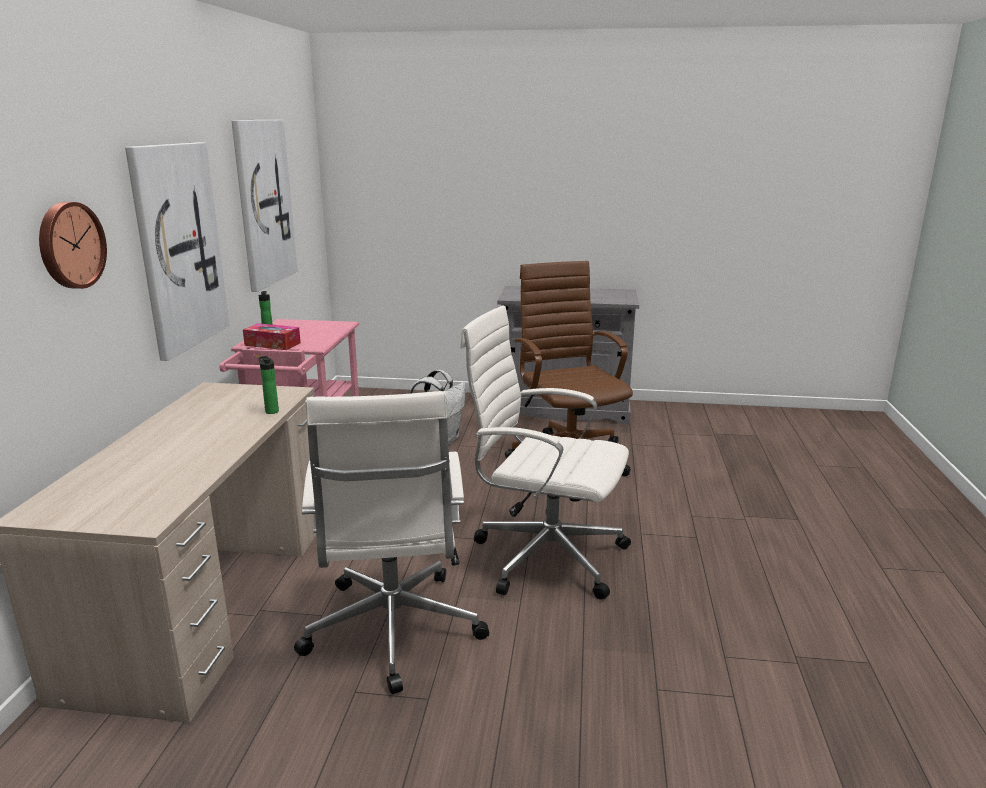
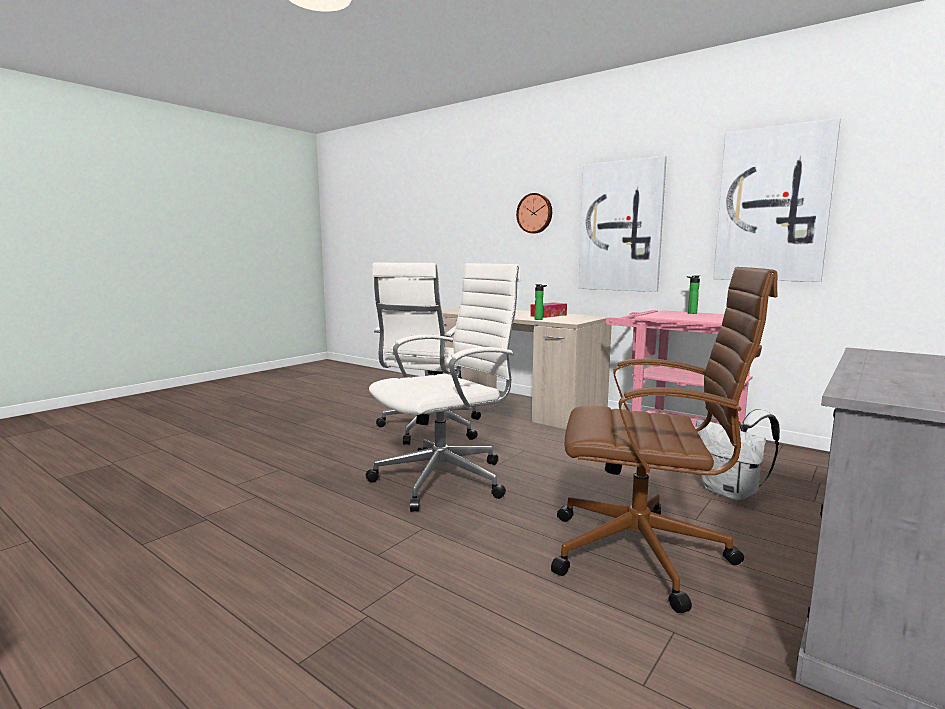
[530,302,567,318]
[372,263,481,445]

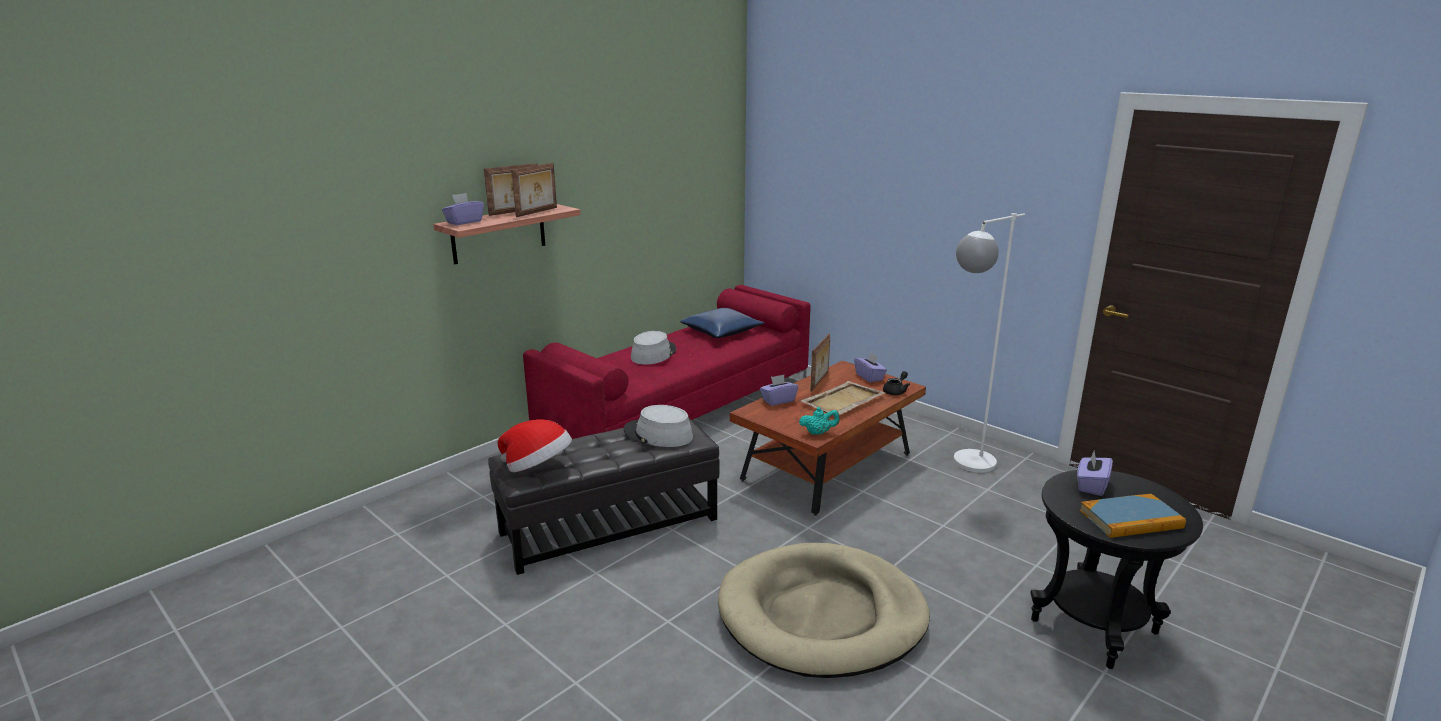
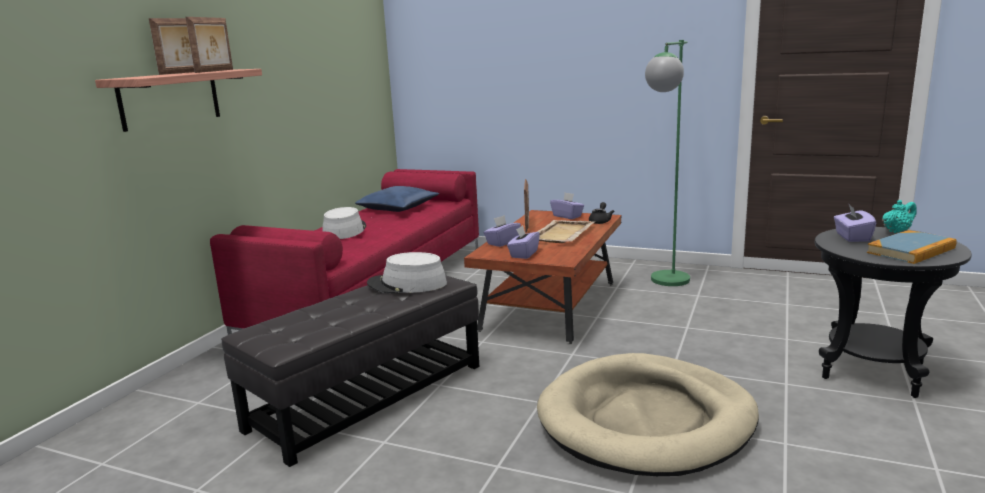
[507,225,540,259]
[498,419,572,472] (first image)
[882,200,917,233]
[645,40,690,286]

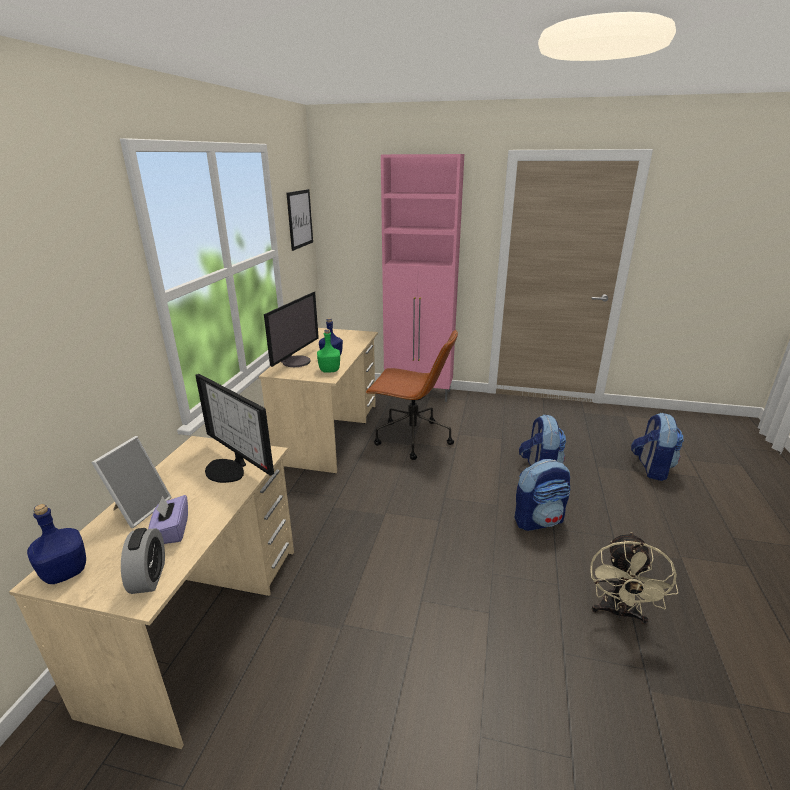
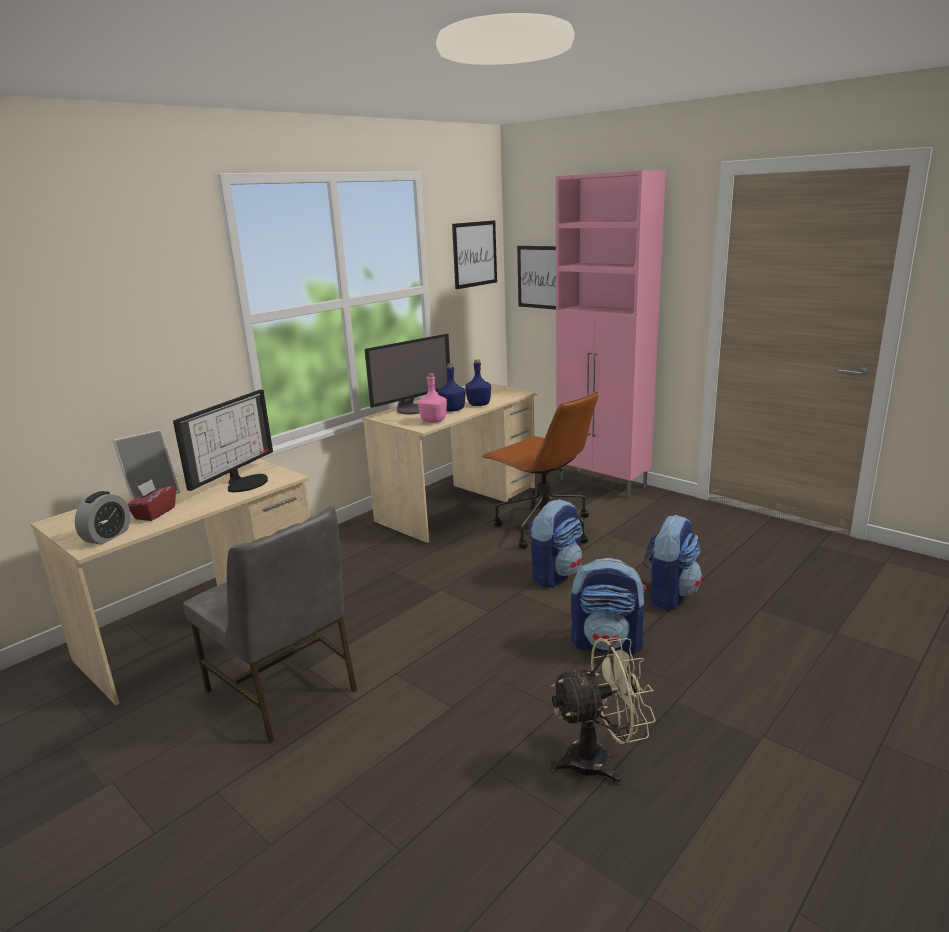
[465,359,491,406]
[128,479,176,521]
[173,389,273,492]
[418,373,447,423]
[549,637,656,785]
[528,499,583,587]
[183,506,357,743]
[517,246,556,310]

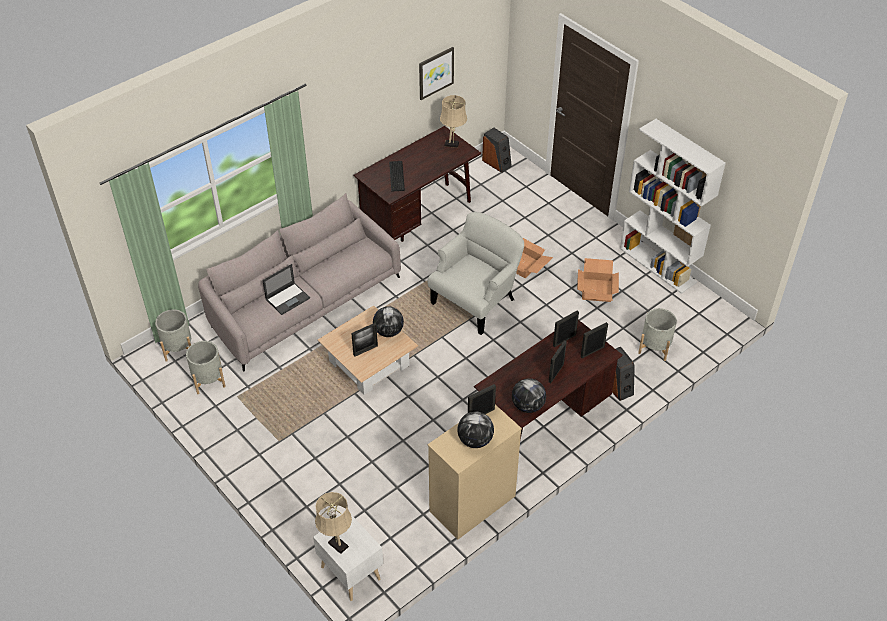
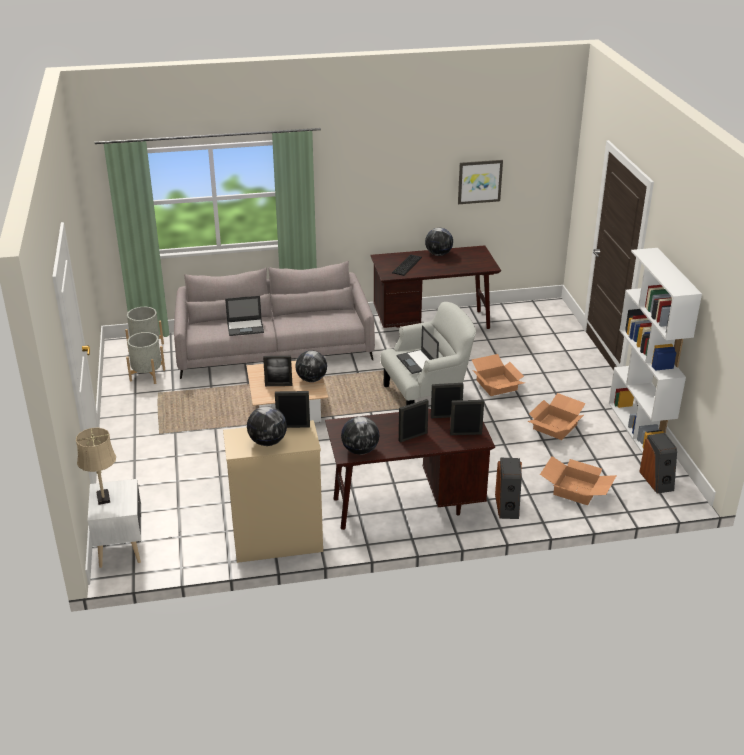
[440,95,467,148] (first image)
[639,433,677,494]
[540,456,617,505]
[396,325,439,374]
[425,228,453,256]

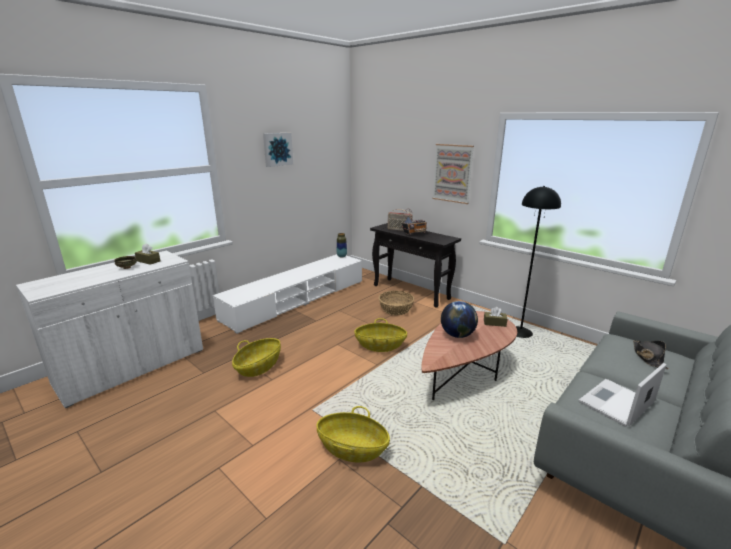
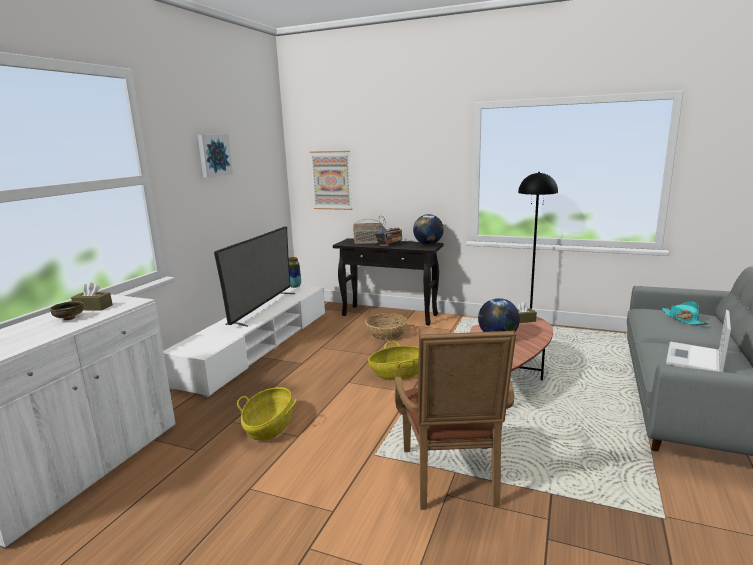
[395,331,516,510]
[310,151,352,210]
[662,302,710,325]
[214,227,295,327]
[413,214,444,245]

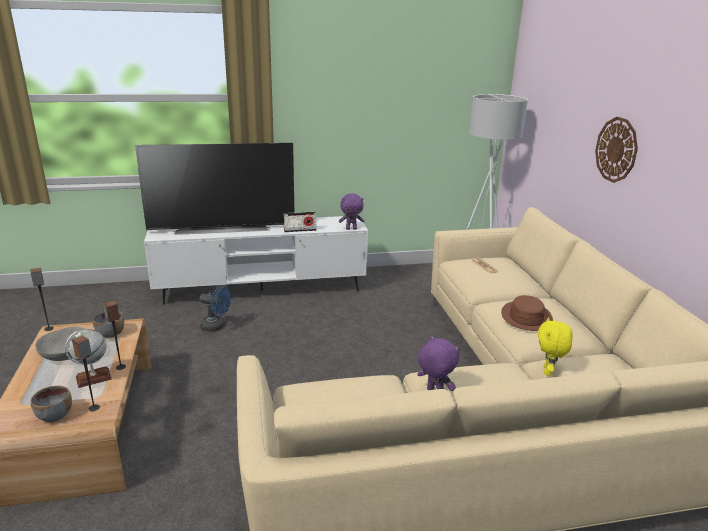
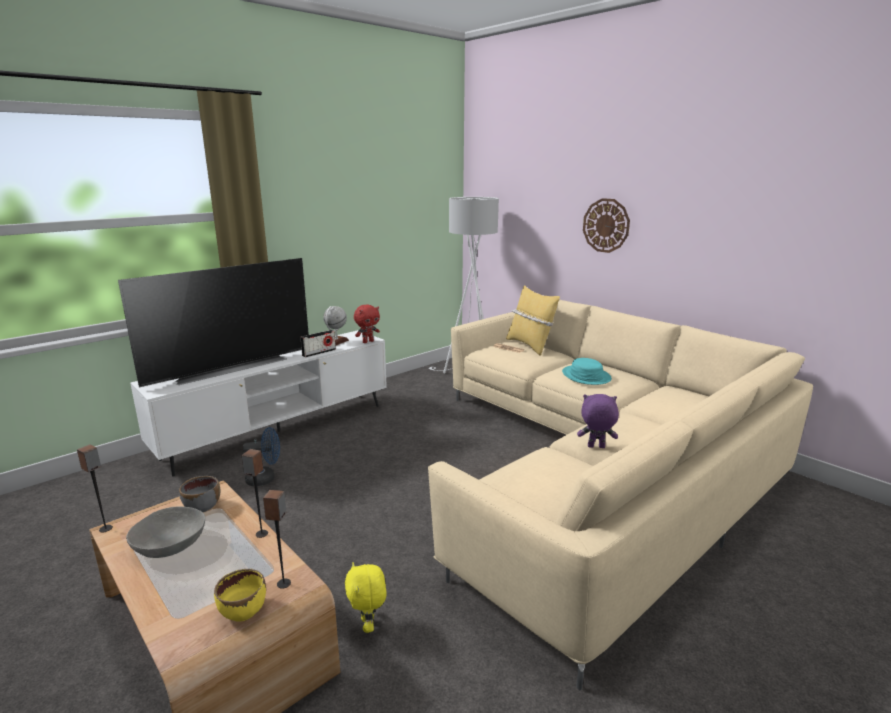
[214,569,266,622]
[323,306,349,346]
[354,305,380,343]
[562,358,612,385]
[345,562,386,633]
[506,286,560,356]

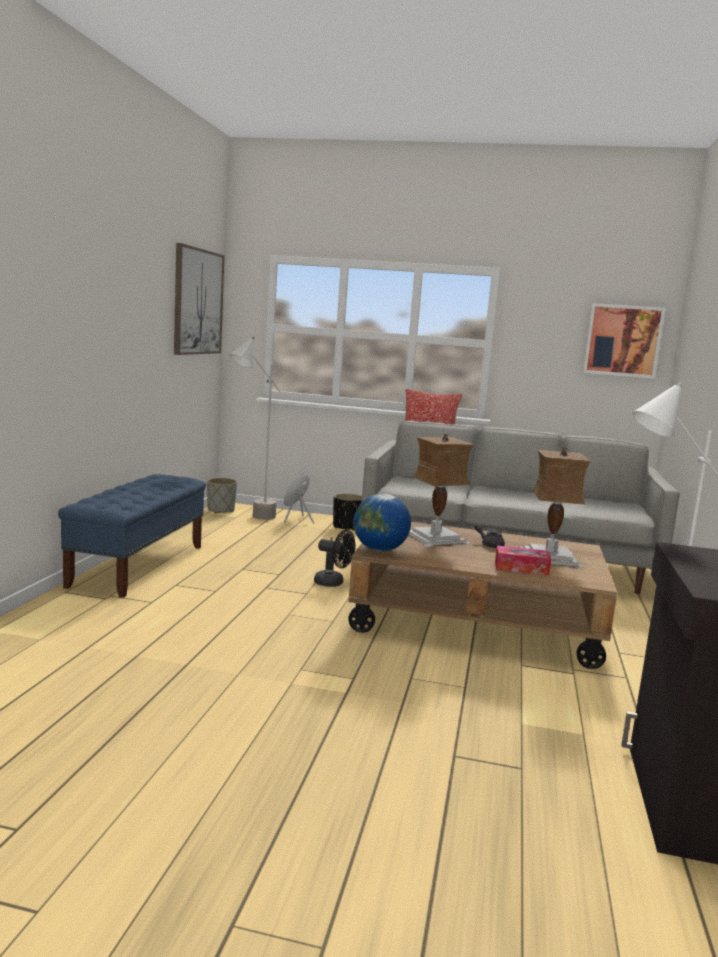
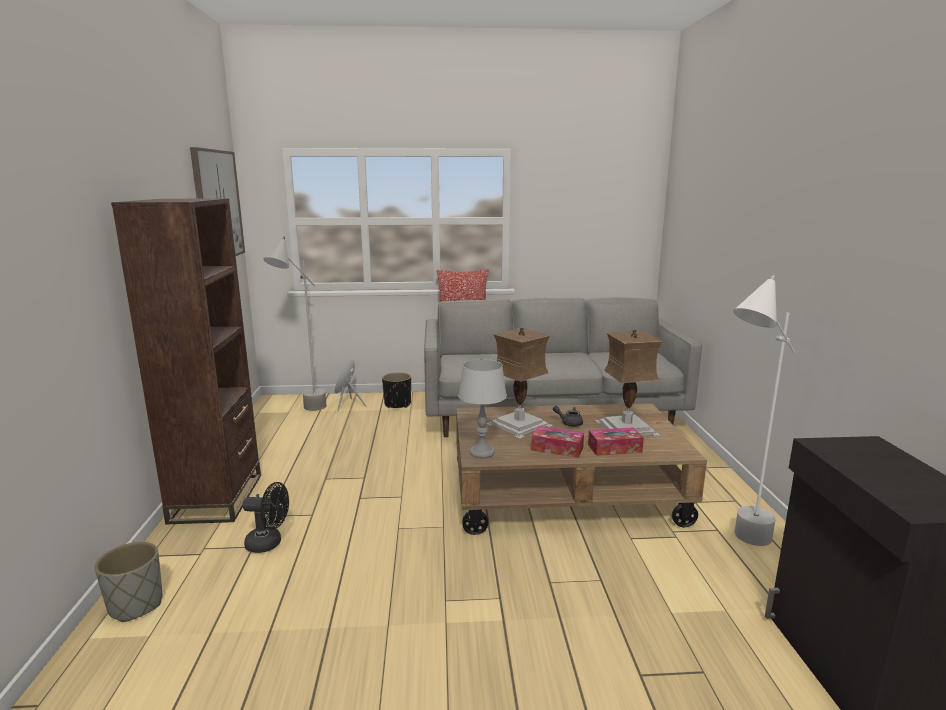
[111,199,261,524]
[95,542,162,622]
[242,482,289,553]
[458,359,507,458]
[583,303,666,379] (first image)
[531,426,584,458]

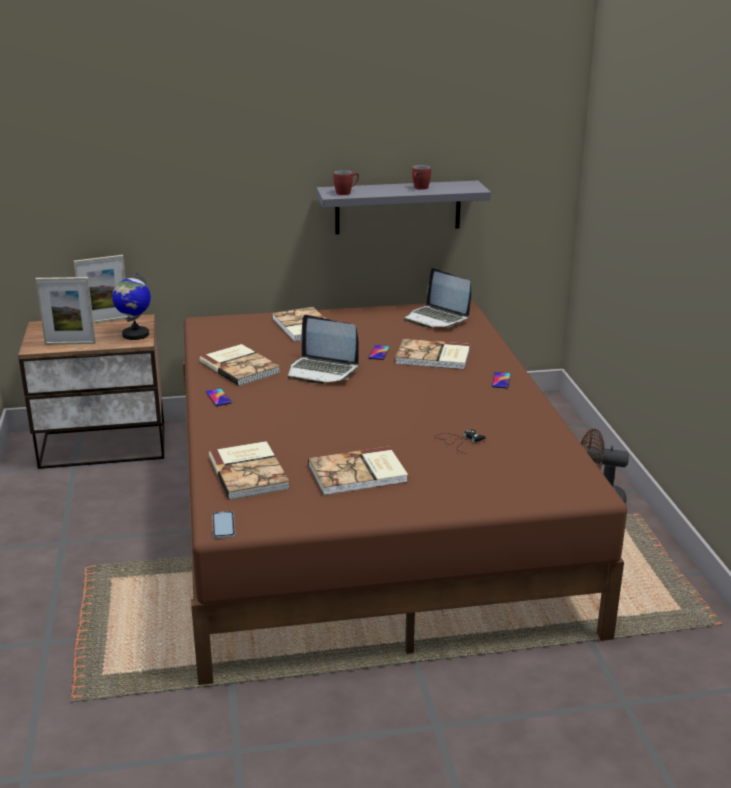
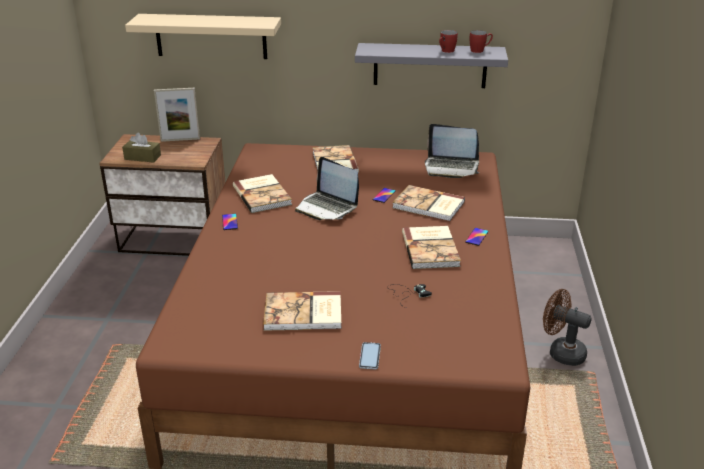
[122,133,161,163]
[112,272,151,340] (first image)
[402,226,461,269]
[359,342,381,369]
[470,30,493,53]
[425,124,479,178]
[125,14,281,59]

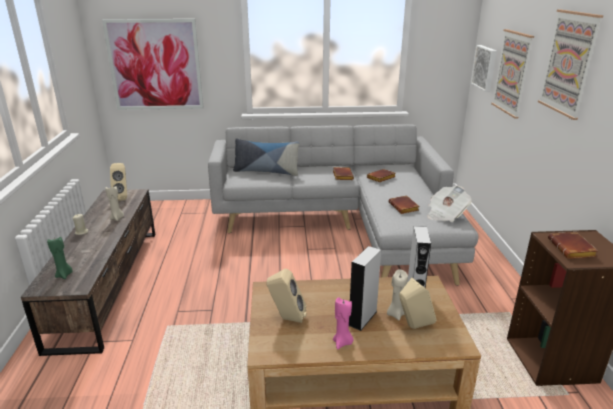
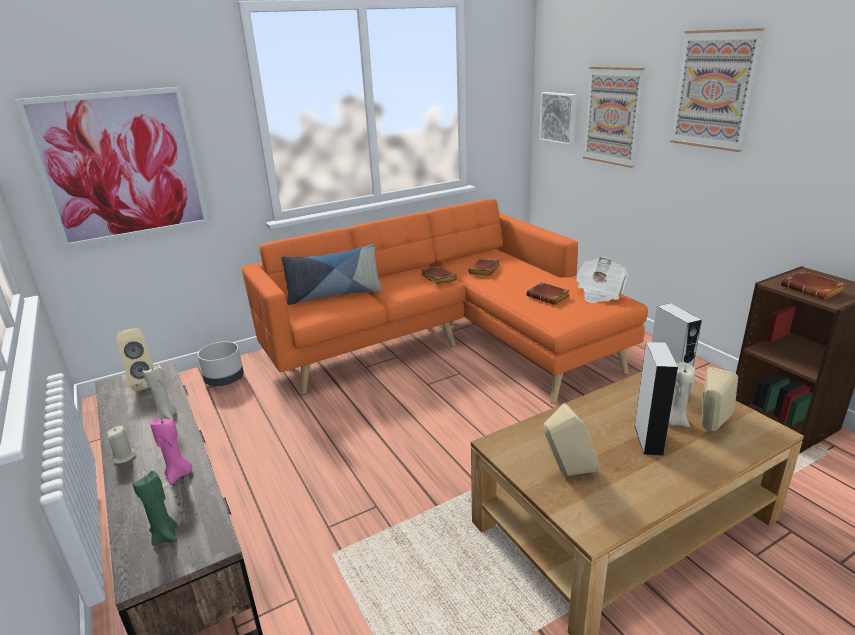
[242,199,648,404]
[151,418,192,484]
[198,341,244,386]

